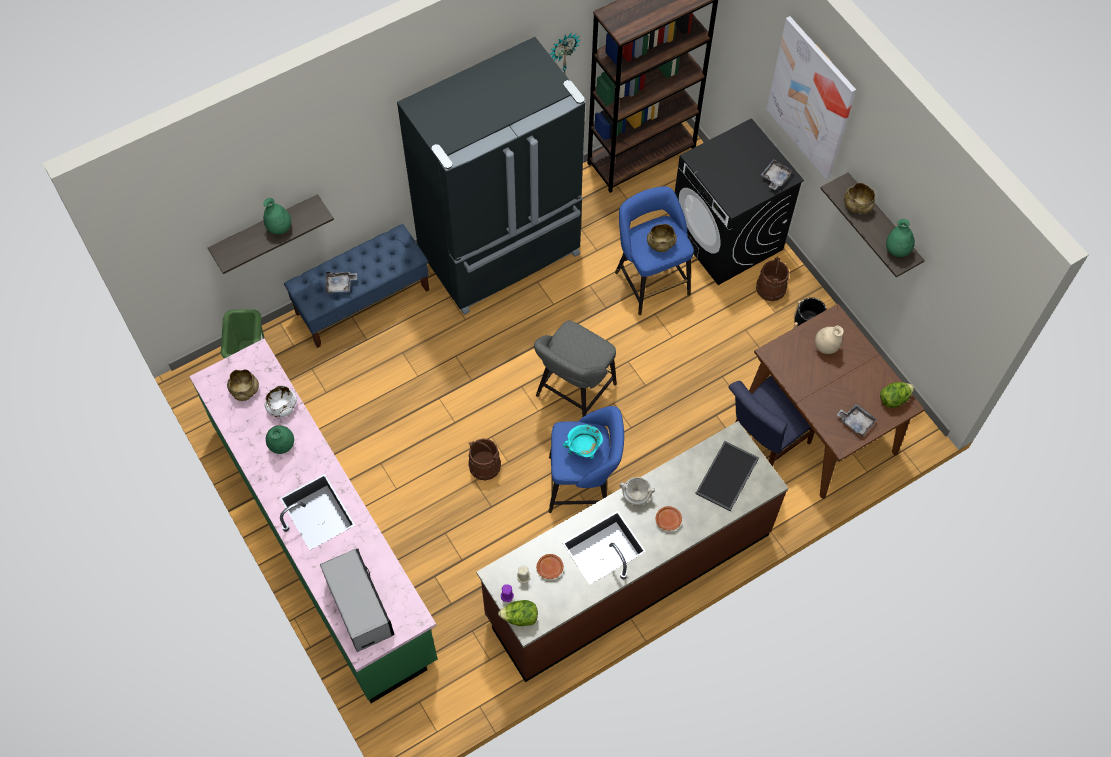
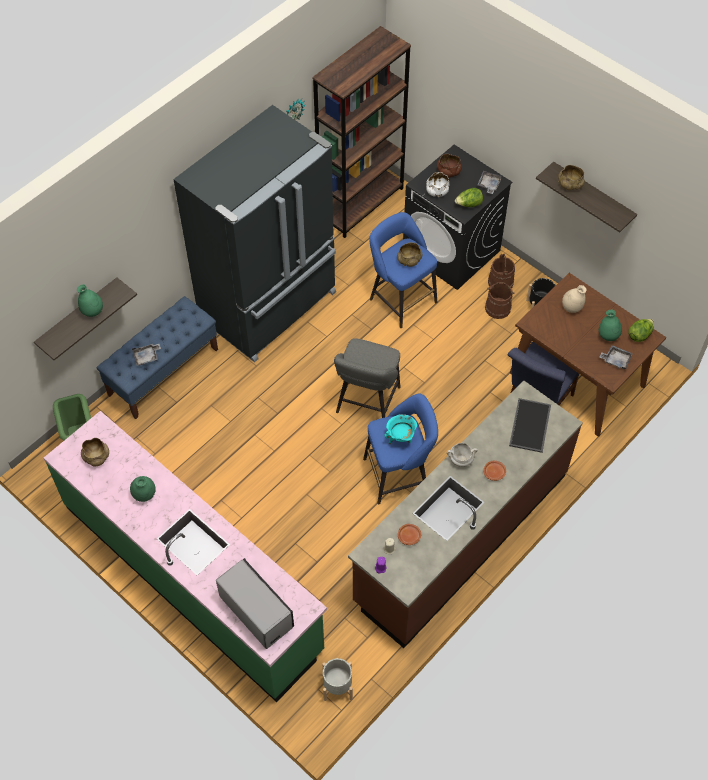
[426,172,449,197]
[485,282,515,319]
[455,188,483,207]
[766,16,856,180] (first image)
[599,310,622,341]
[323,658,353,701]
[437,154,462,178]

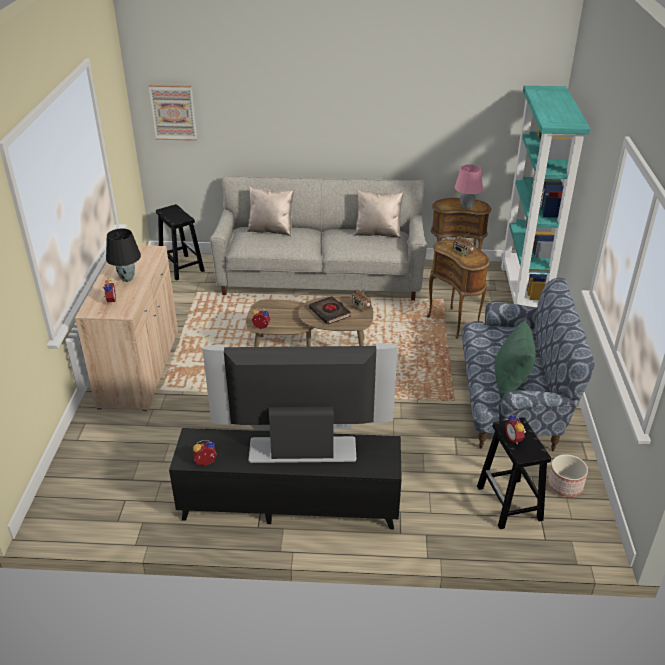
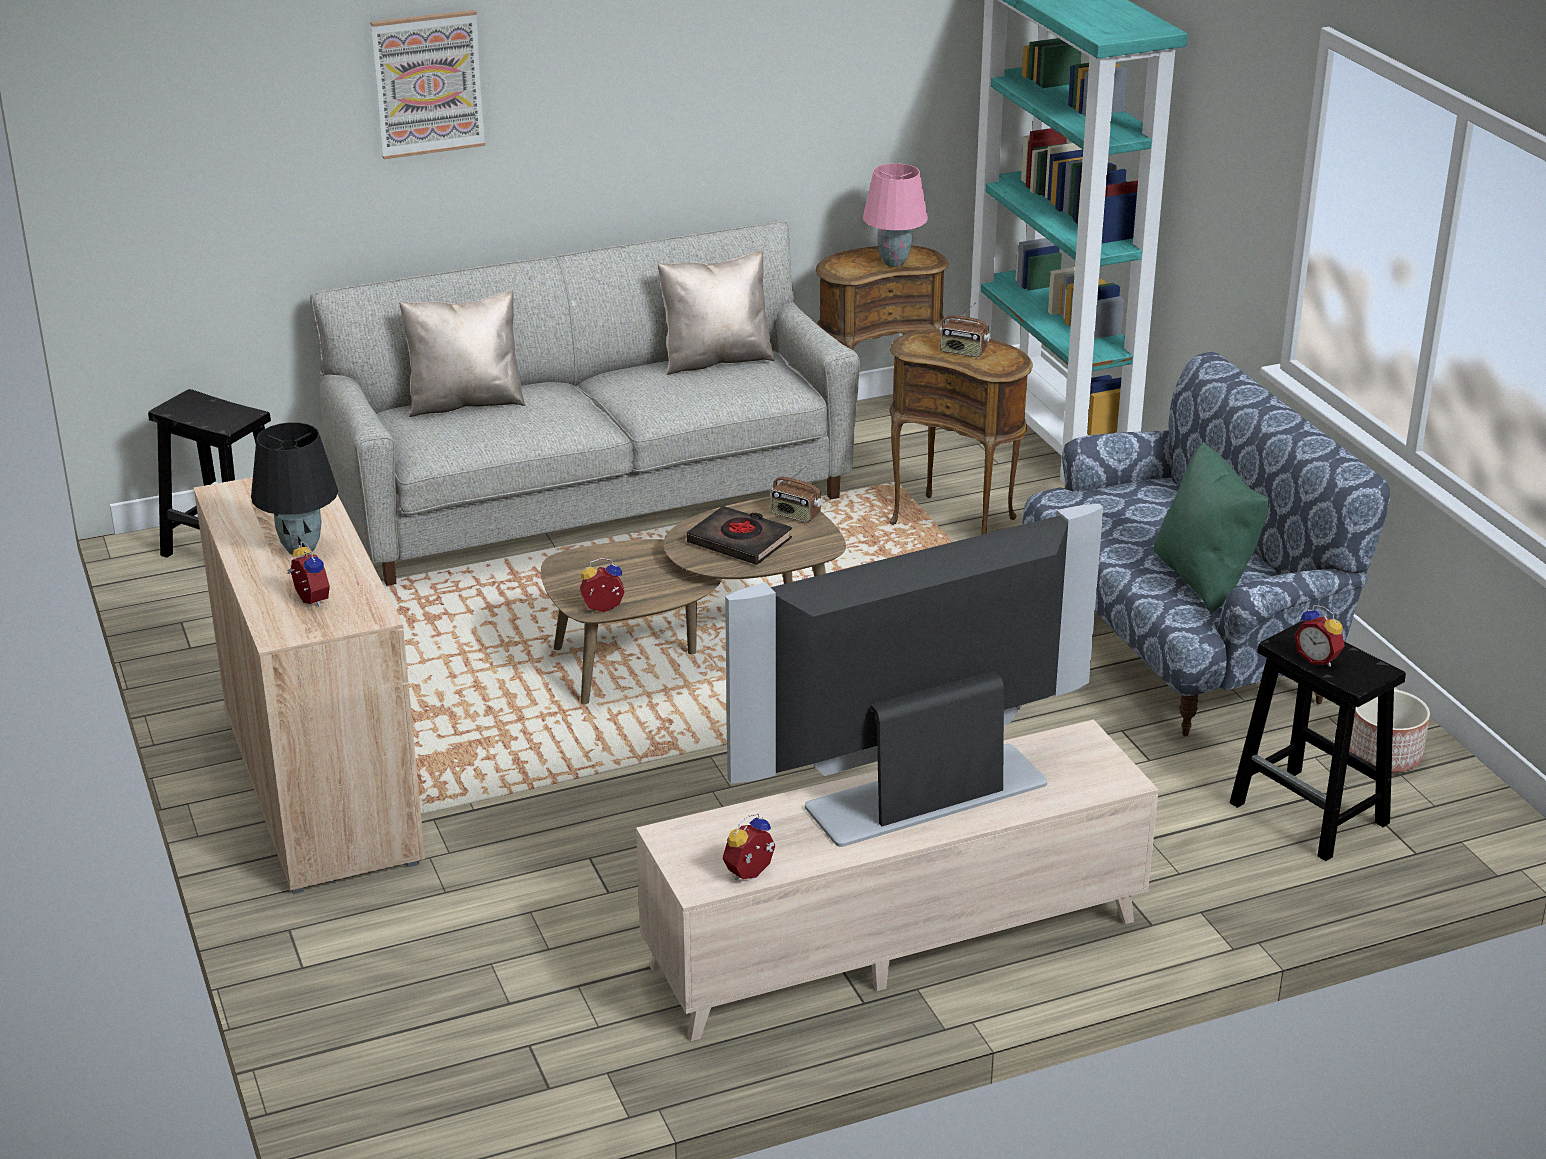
[370,10,485,159]
[636,720,1159,1041]

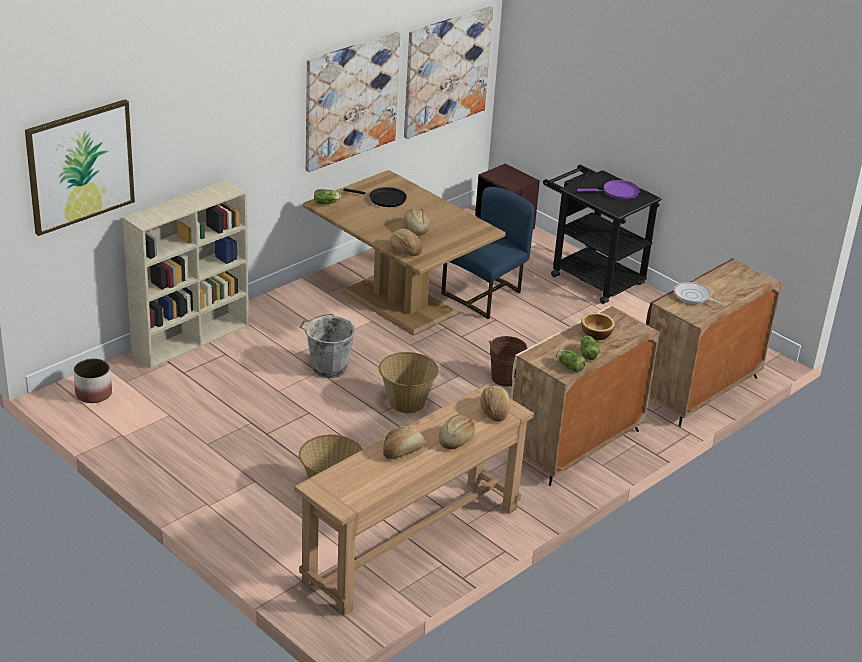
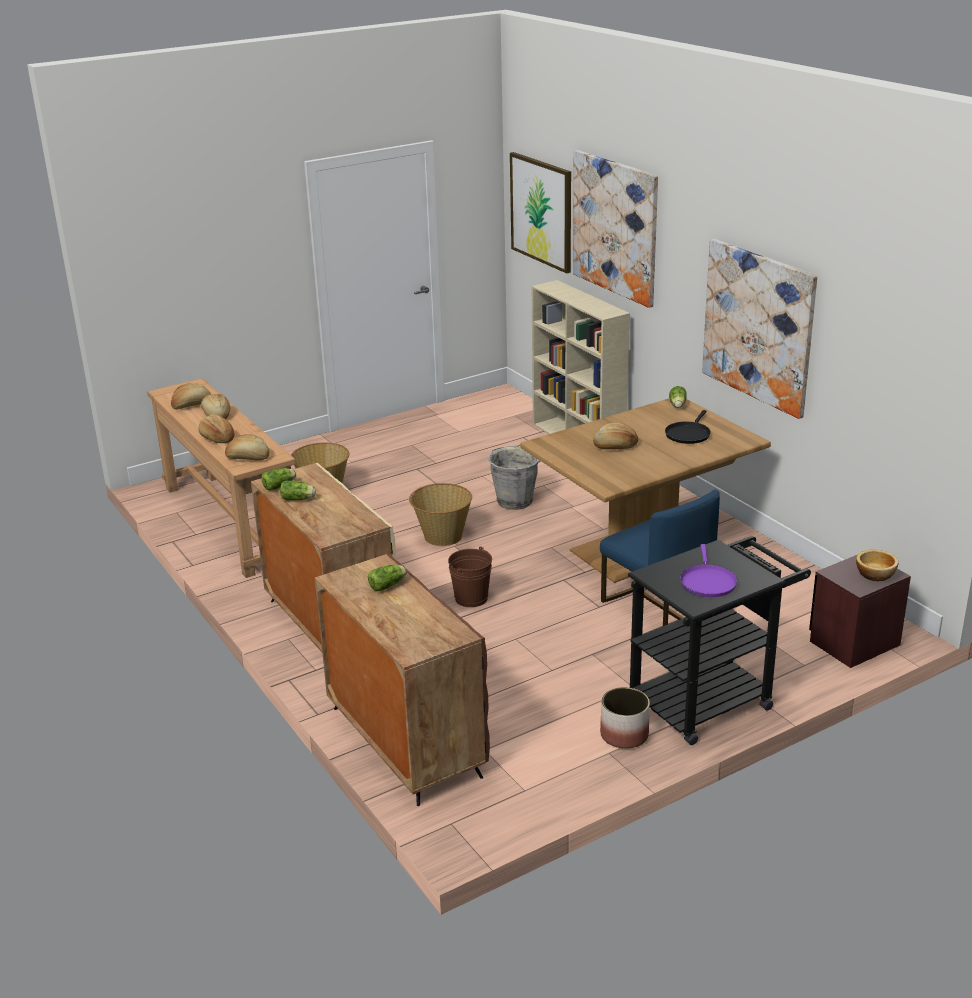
[600,687,650,749]
[171,383,211,409]
[573,150,658,308]
[856,550,899,581]
[368,564,407,591]

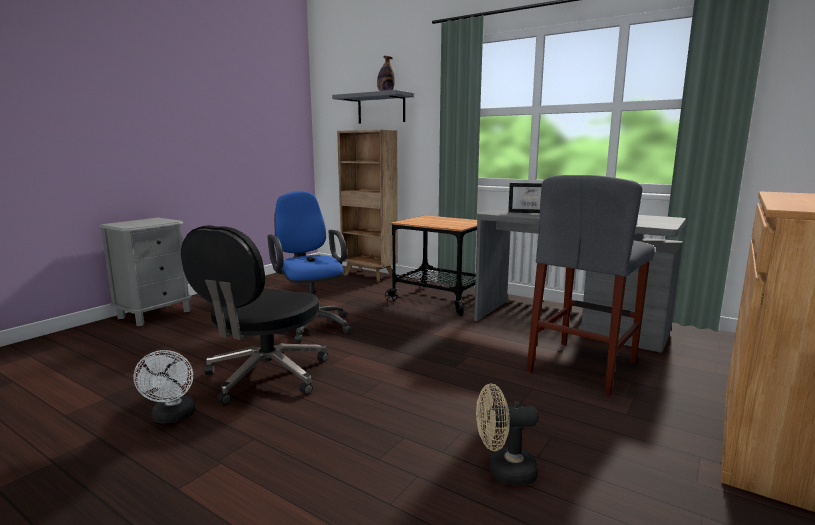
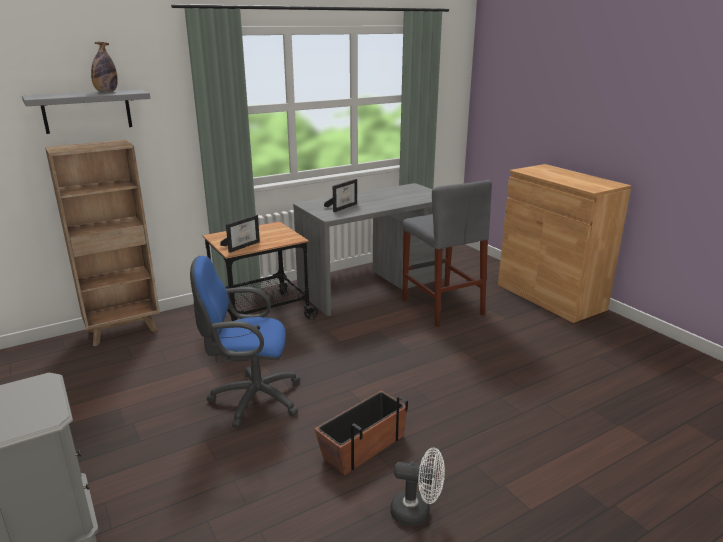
[314,391,408,475]
[476,384,538,486] (first image)
[220,215,260,253]

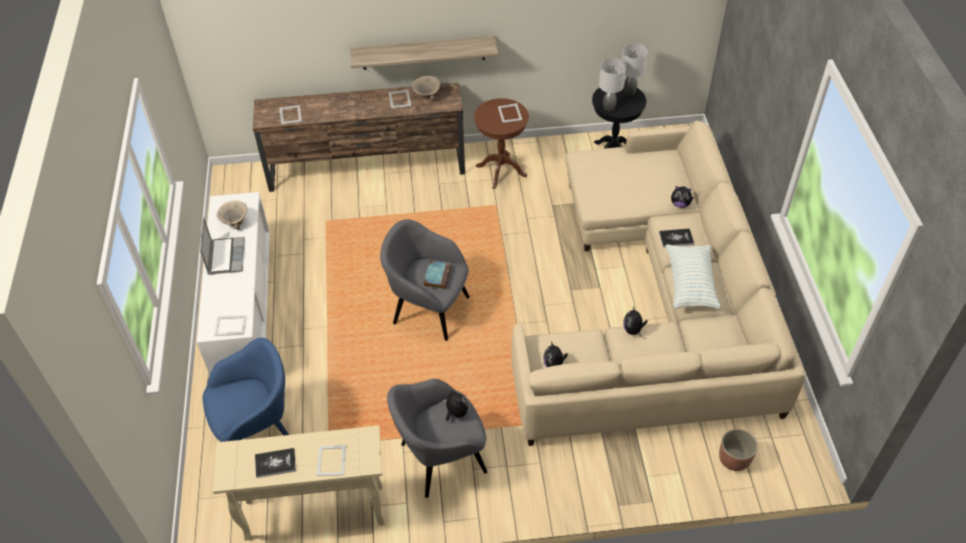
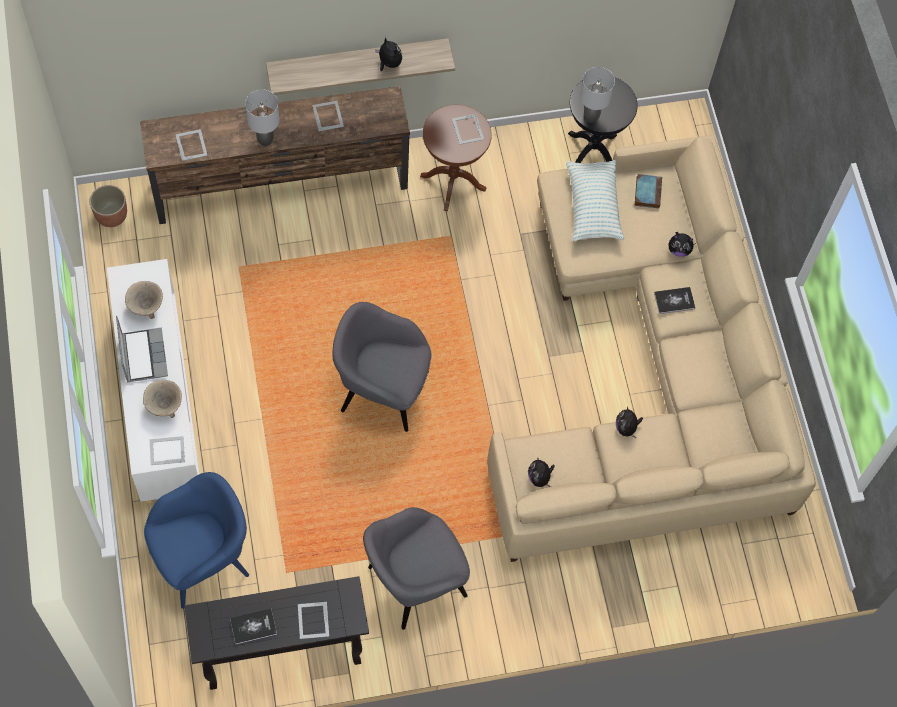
[184,576,369,690]
[143,380,182,418]
[635,174,662,208]
[375,37,402,71]
[245,89,280,146]
[566,160,624,242]
[90,185,127,227]

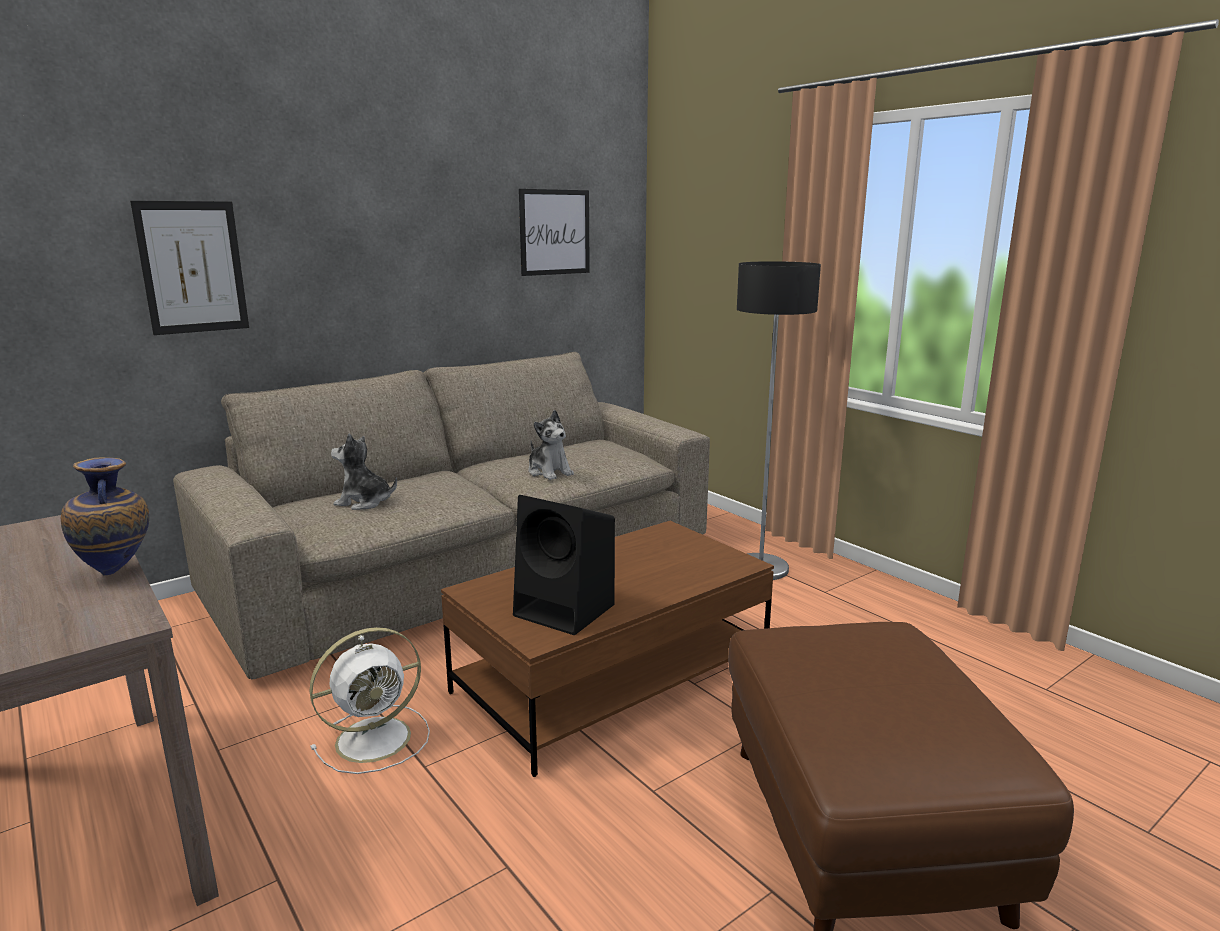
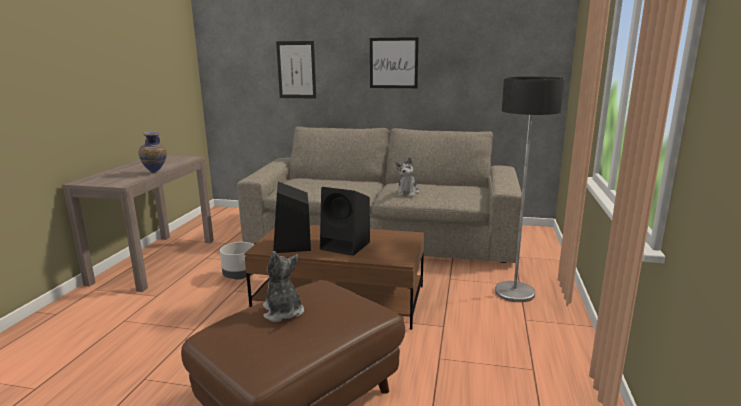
[220,242,254,279]
[263,251,304,322]
[370,37,419,88]
[320,187,370,256]

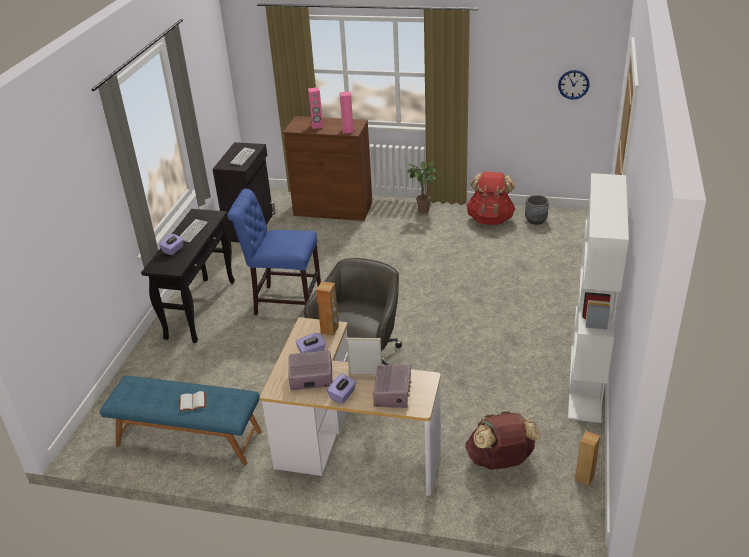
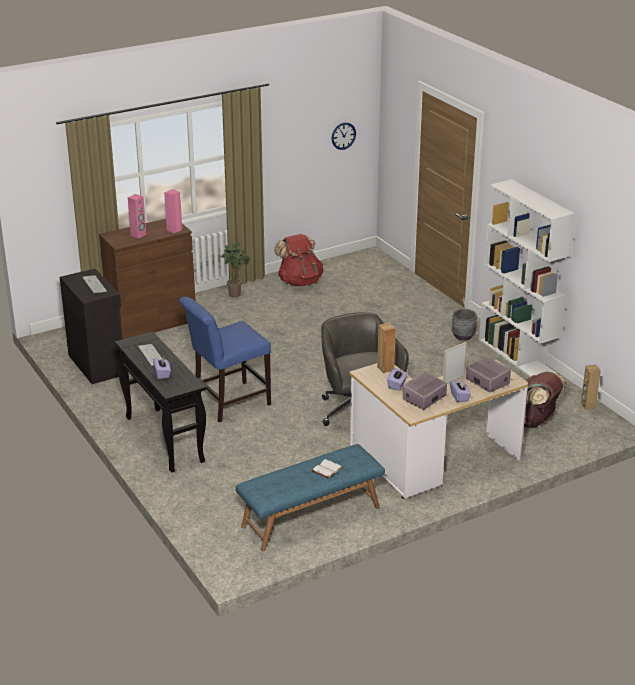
[452,309,477,341]

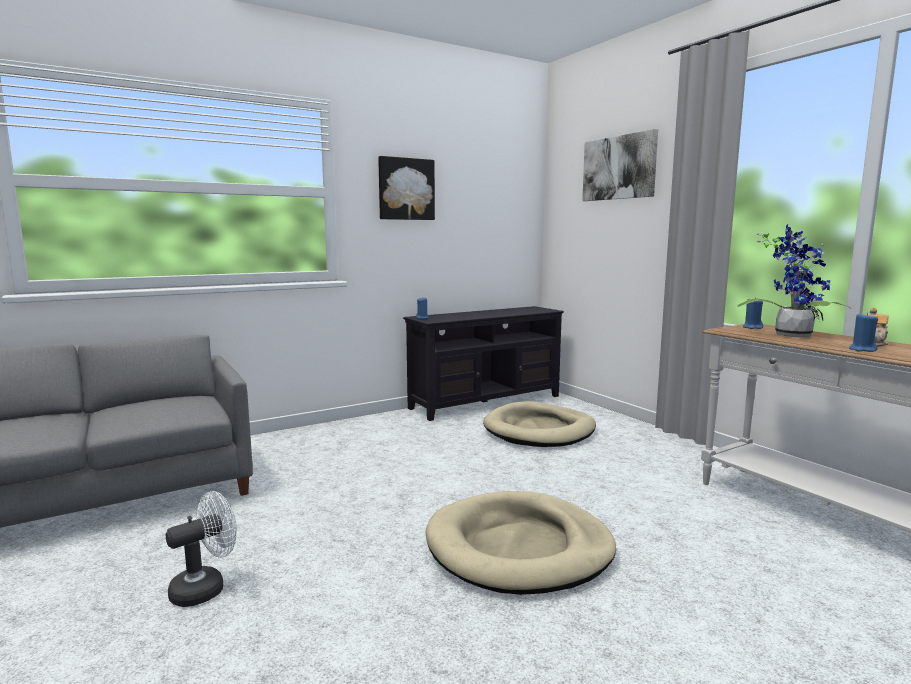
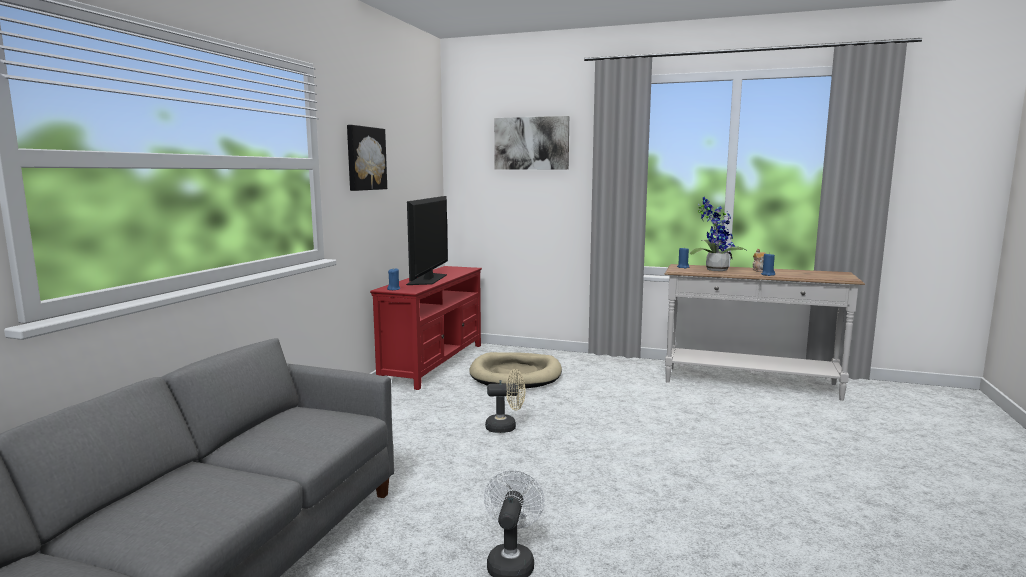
[370,266,482,390]
[425,491,616,595] (first image)
[406,196,448,285]
[485,369,525,433]

